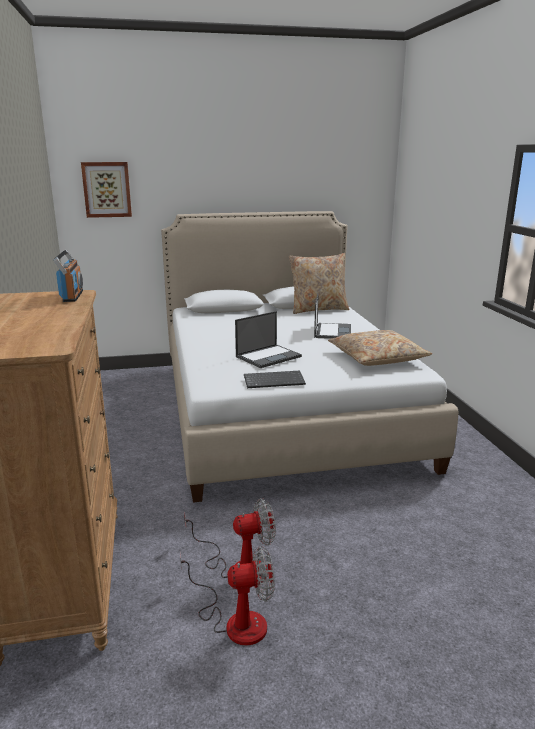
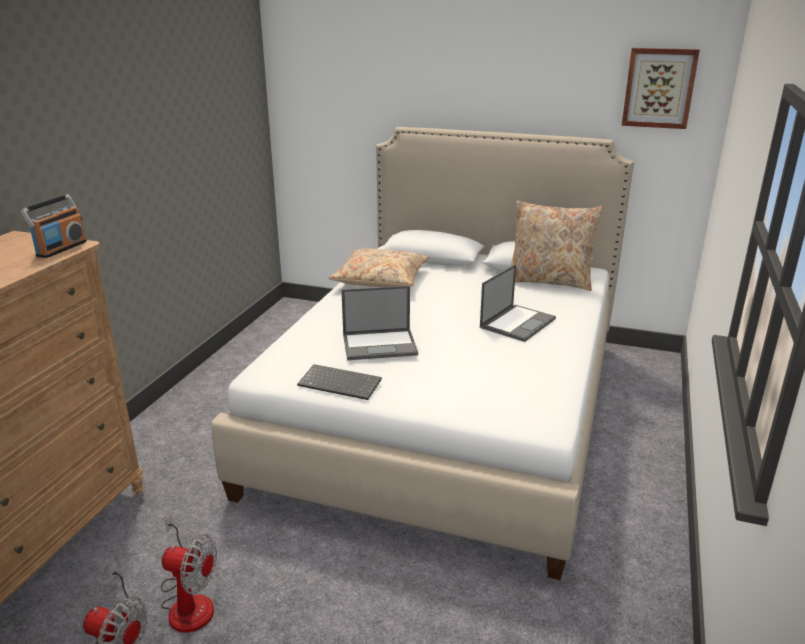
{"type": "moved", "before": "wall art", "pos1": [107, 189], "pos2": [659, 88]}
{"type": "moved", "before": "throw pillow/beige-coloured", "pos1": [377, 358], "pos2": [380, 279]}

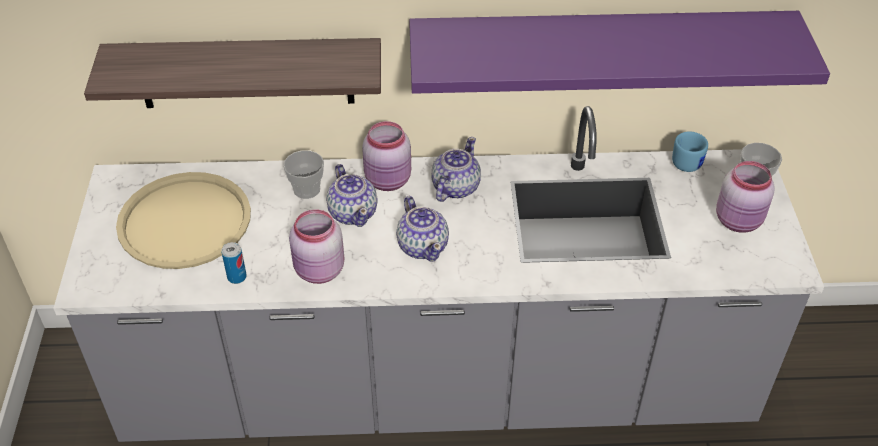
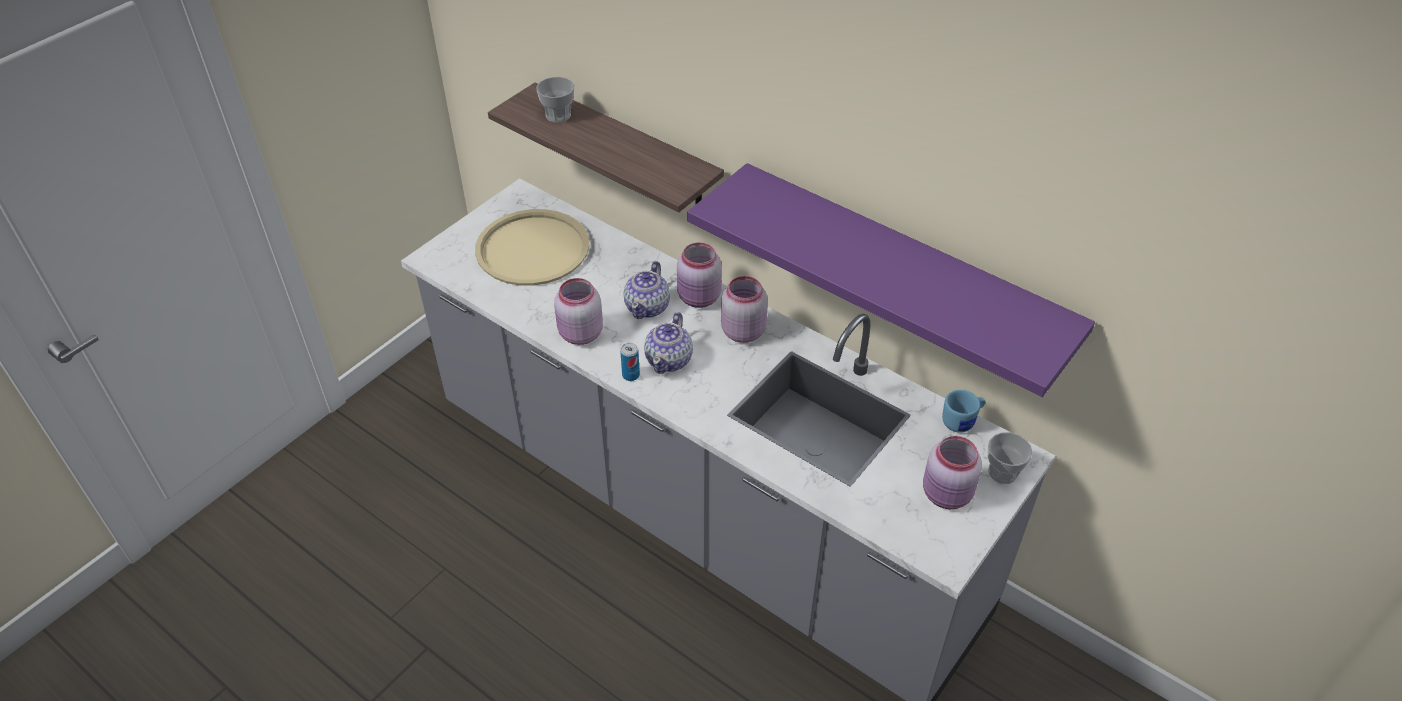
{"type": "moved", "before": "sealed can", "pos1": [237, 277], "pos2": [631, 375]}
{"type": "moved", "before": "cup", "pos1": [306, 189], "pos2": [558, 115]}
{"type": "replaced", "before": "tea pot", "after": "storage jar/pinkish", "pos1": [455, 187], "pos2": [742, 331]}

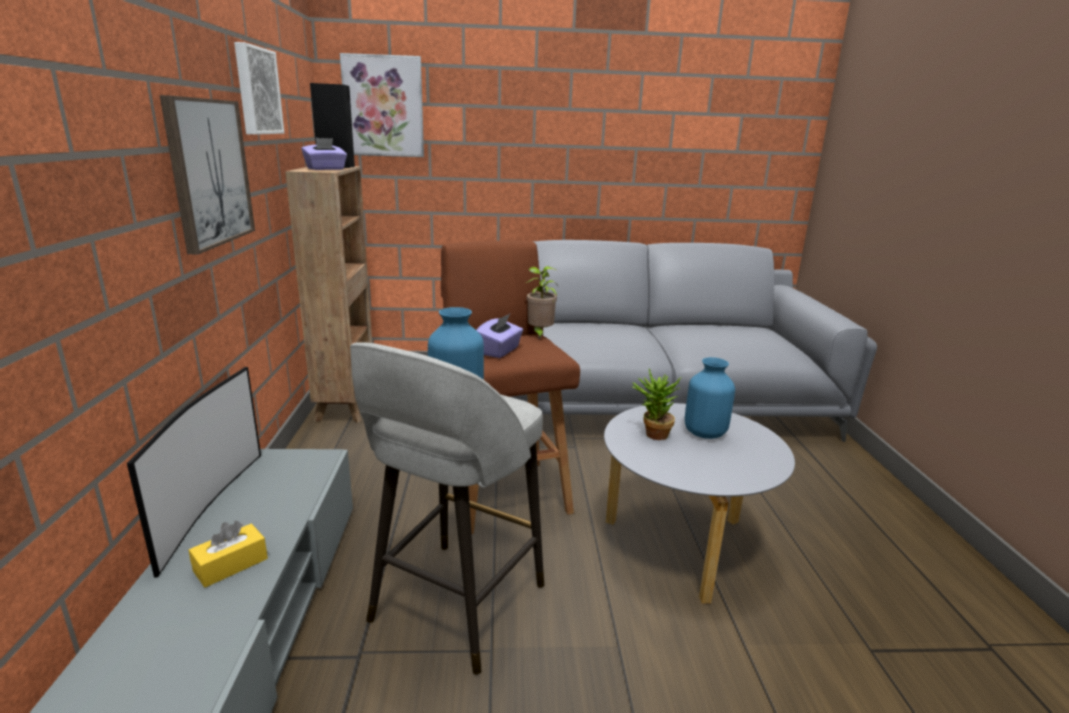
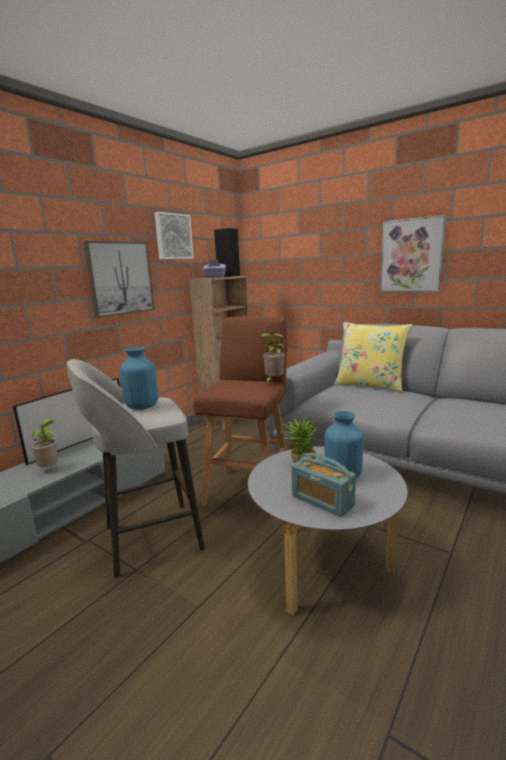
{"type": "replaced", "before": "box of tissues/yellowish", "after": "houseplant", "pos1": [231, 565], "pos2": [50, 469]}
{"type": "moved", "before": "wall art", "pos1": [383, 106], "pos2": [411, 256]}
{"type": "removed", "before": "box of tissues/purple", "pos1": [499, 351]}
{"type": "added", "after": "radio set", "pos2": [322, 501]}
{"type": "added", "after": "throw pillow/yellowish", "pos2": [370, 385]}

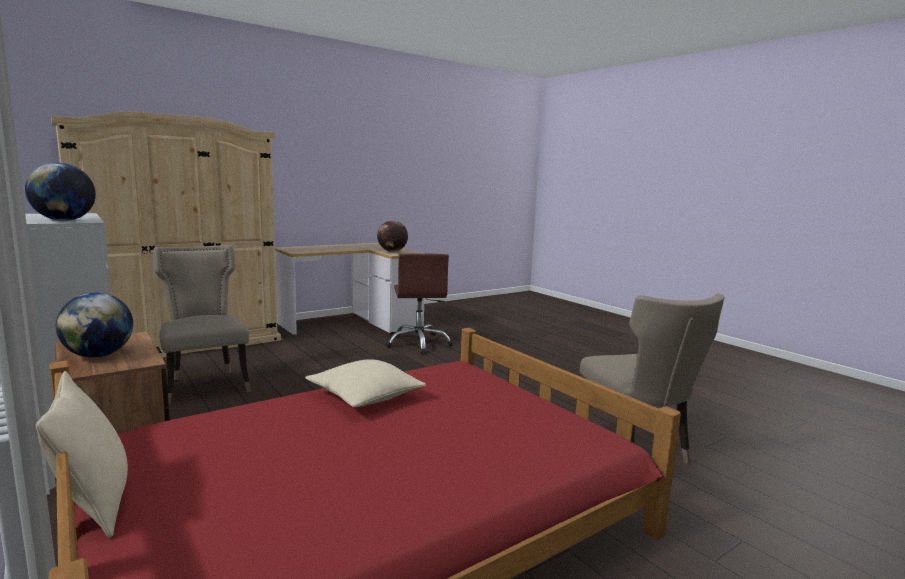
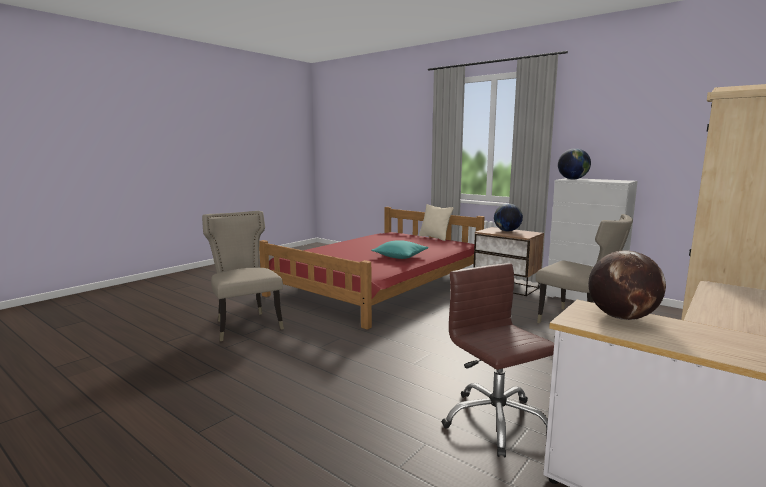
{"type": "recoloured", "before": "throw pillow/beige-coloured", "after": "throw pillow/turquoise-coloured", "pos1": [365, 396], "pos2": [400, 256]}

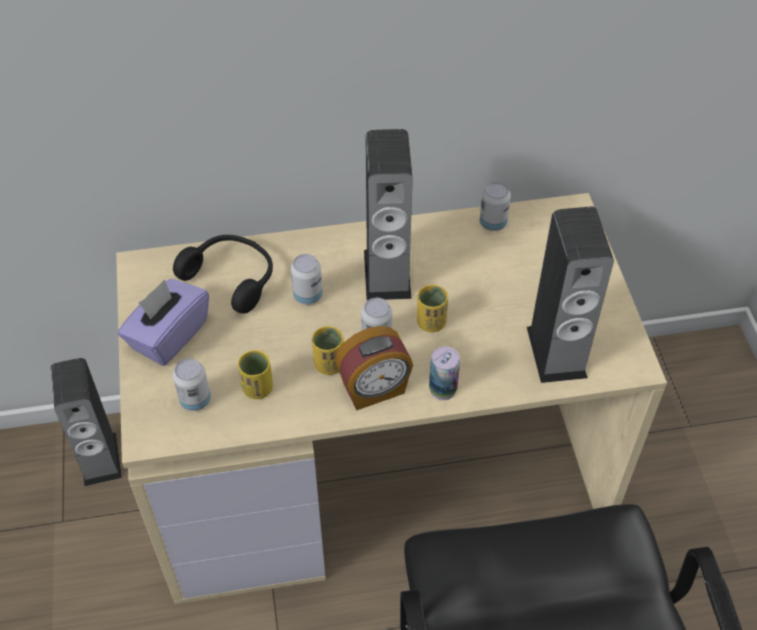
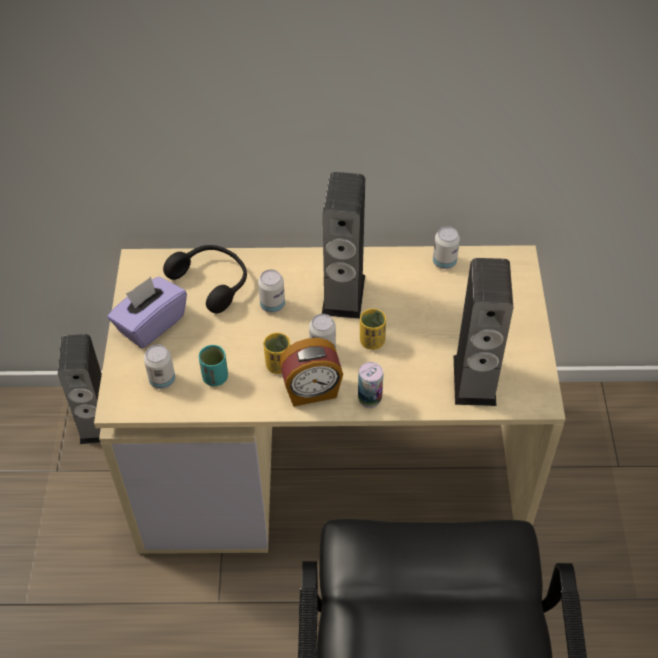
{"type": "recoloured", "before": "cup/yellowish", "after": "cup/turquoise-coloured", "pos1": [257, 388], "pos2": [215, 377]}

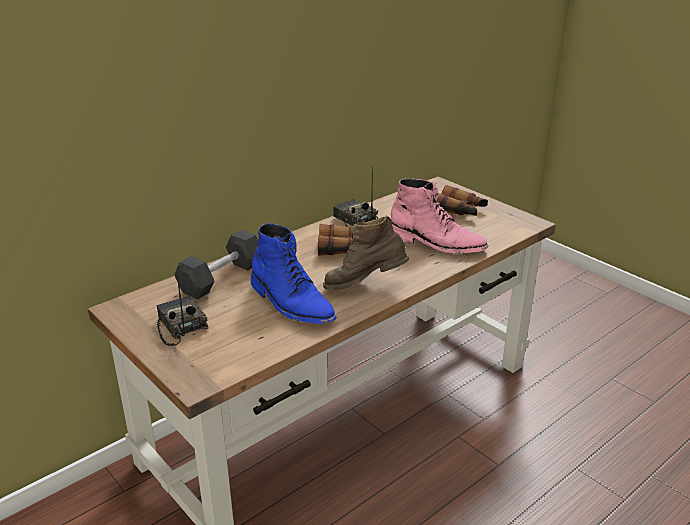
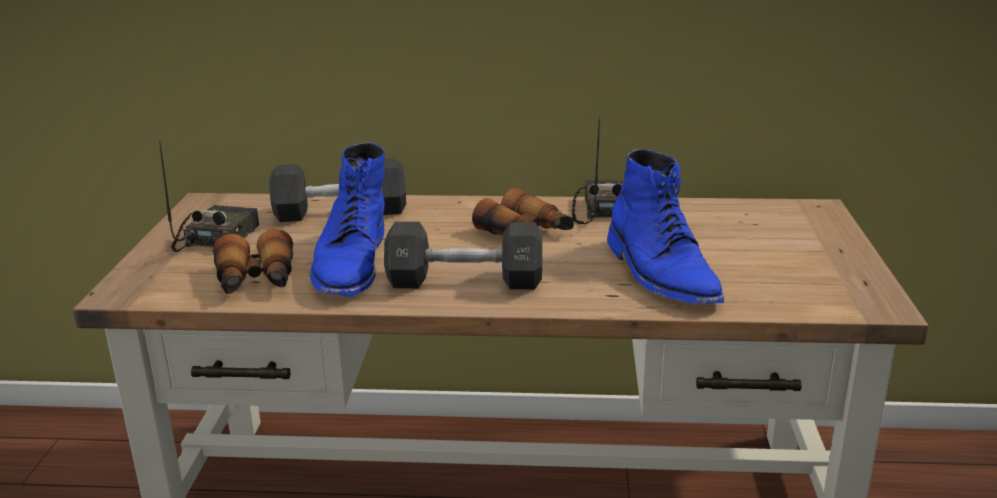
{"type": "replaced", "before": "tall boot/brown", "after": "free weight/blackish", "pos1": [364, 285], "pos2": [465, 281]}
{"type": "recoloured", "before": "tall boot/pinkish", "after": "tall boot/blue", "pos1": [436, 243], "pos2": [660, 274]}
{"type": "moved", "before": "field glasses", "pos1": [460, 211], "pos2": [256, 281]}

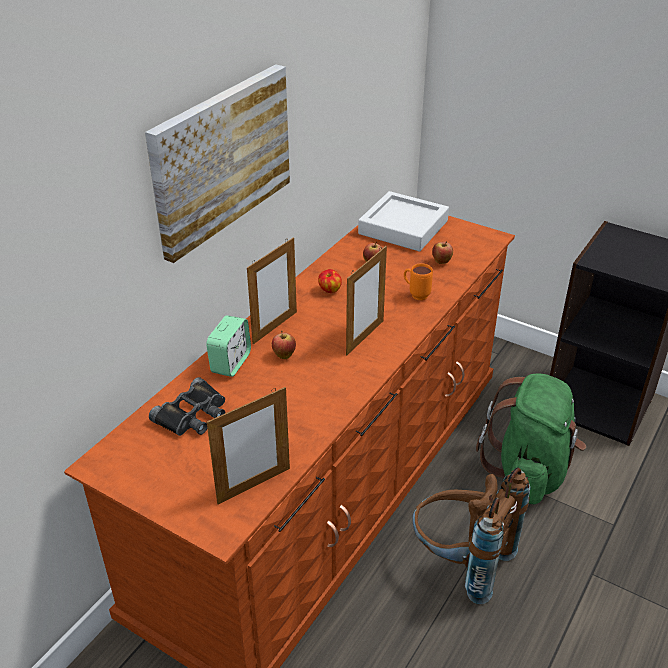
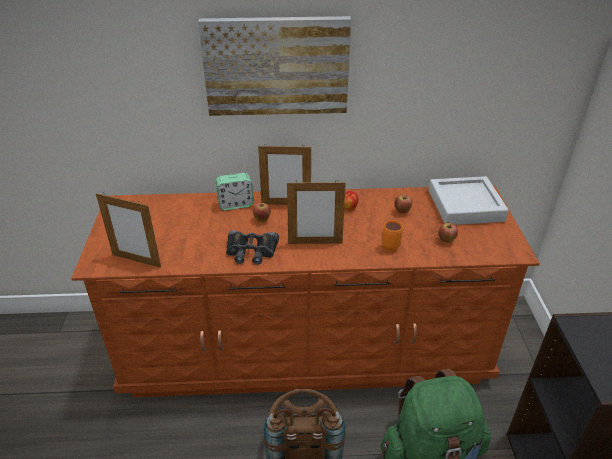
{"type": "moved", "before": "field glasses/blackish", "pos1": [193, 415], "pos2": [251, 251]}

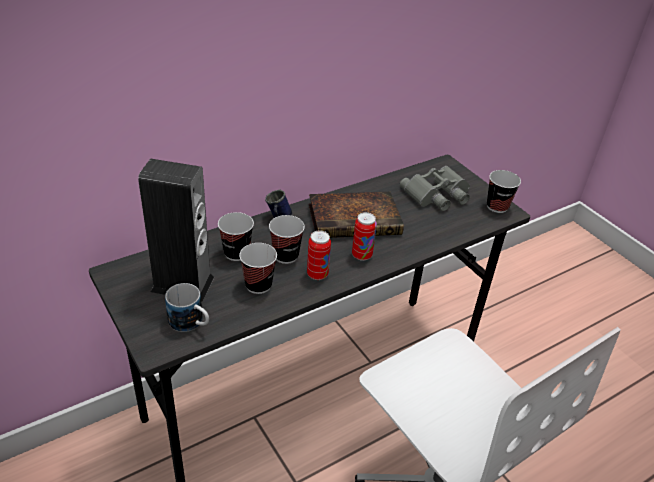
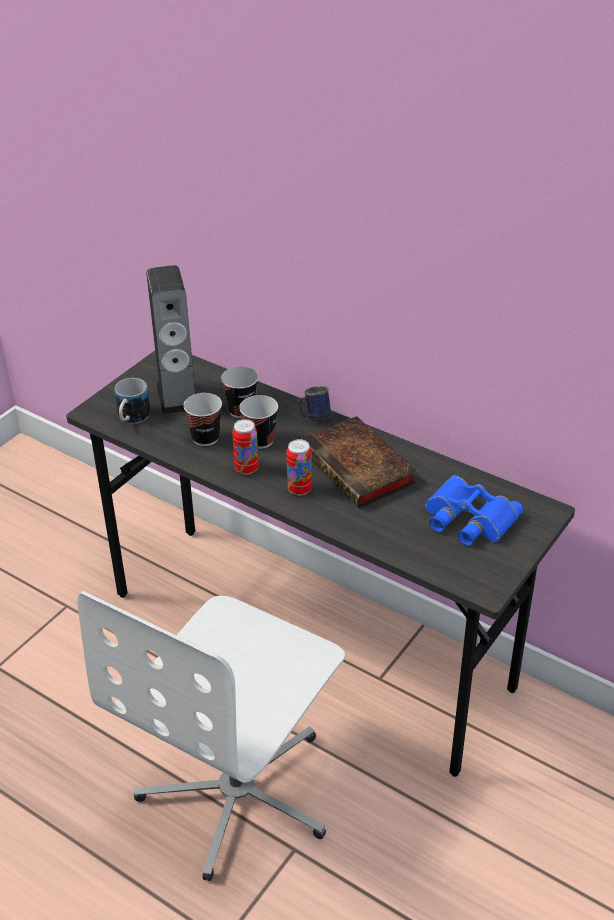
{"type": "recoloured", "before": "field glasses/gray", "after": "field glasses/blue", "pos1": [438, 194], "pos2": [467, 519]}
{"type": "removed", "before": "cup", "pos1": [497, 206]}

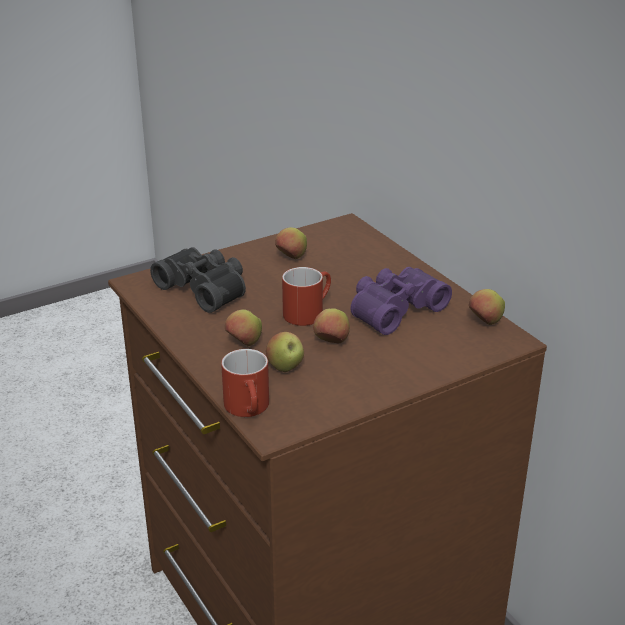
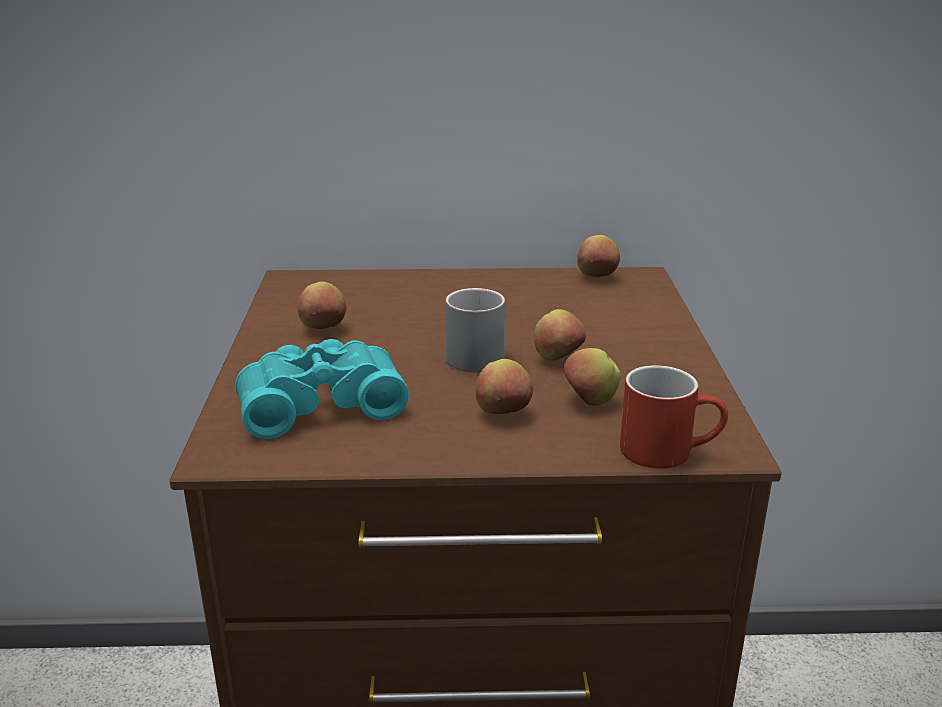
{"type": "recoloured", "before": "field glasses/blackish", "after": "field glasses/turquoise-coloured", "pos1": [205, 288], "pos2": [320, 404]}
{"type": "recoloured", "before": "coffee mug/red-coloured", "after": "coffee mug/gray", "pos1": [307, 312], "pos2": [470, 354]}
{"type": "removed", "before": "field glasses/purple", "pos1": [394, 309]}

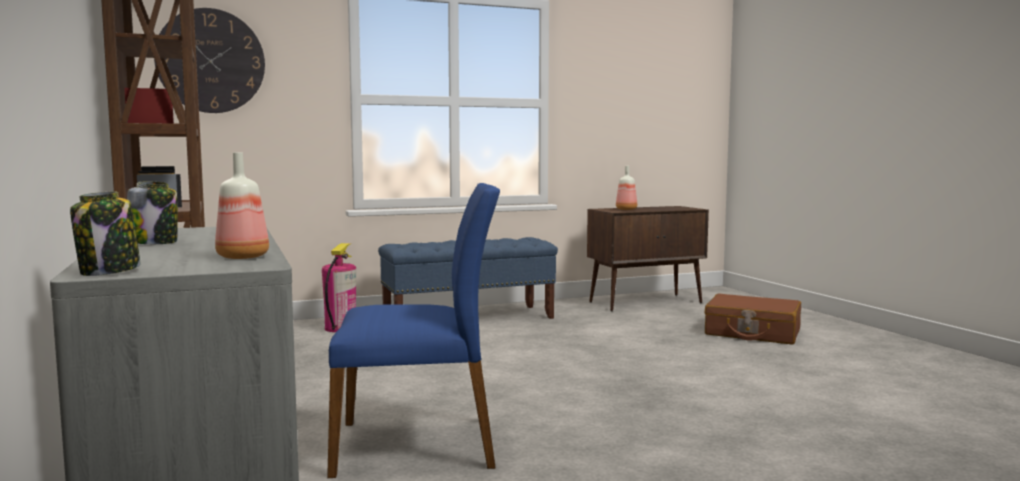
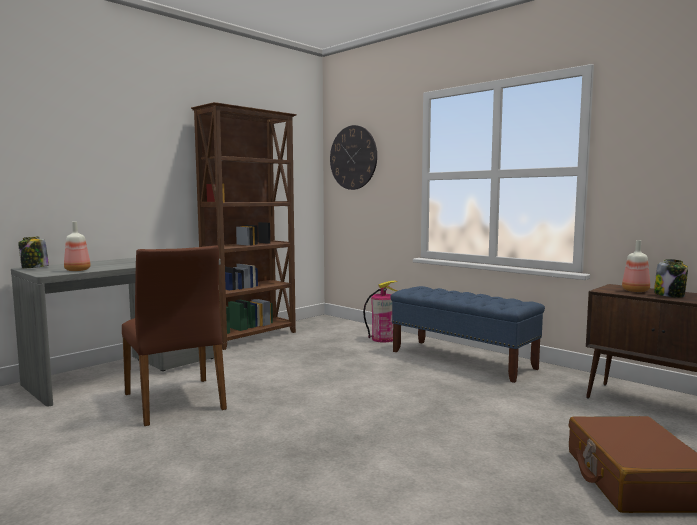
{"type": "moved", "before": "storage jar", "pos1": [154, 242], "pos2": [669, 295]}
{"type": "recoloured", "before": "chair/blue", "after": "chair/brown", "pos1": [418, 445], "pos2": [176, 401]}

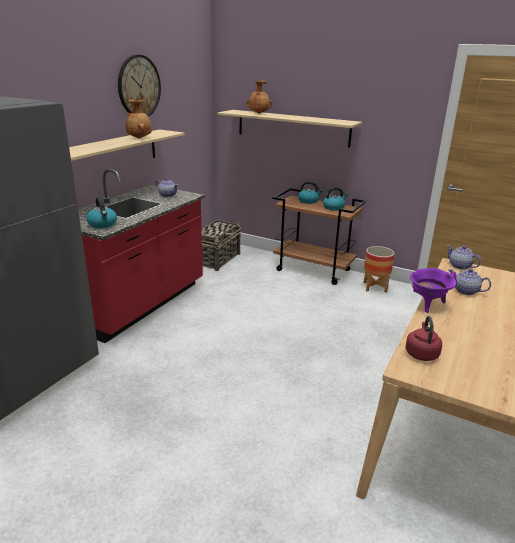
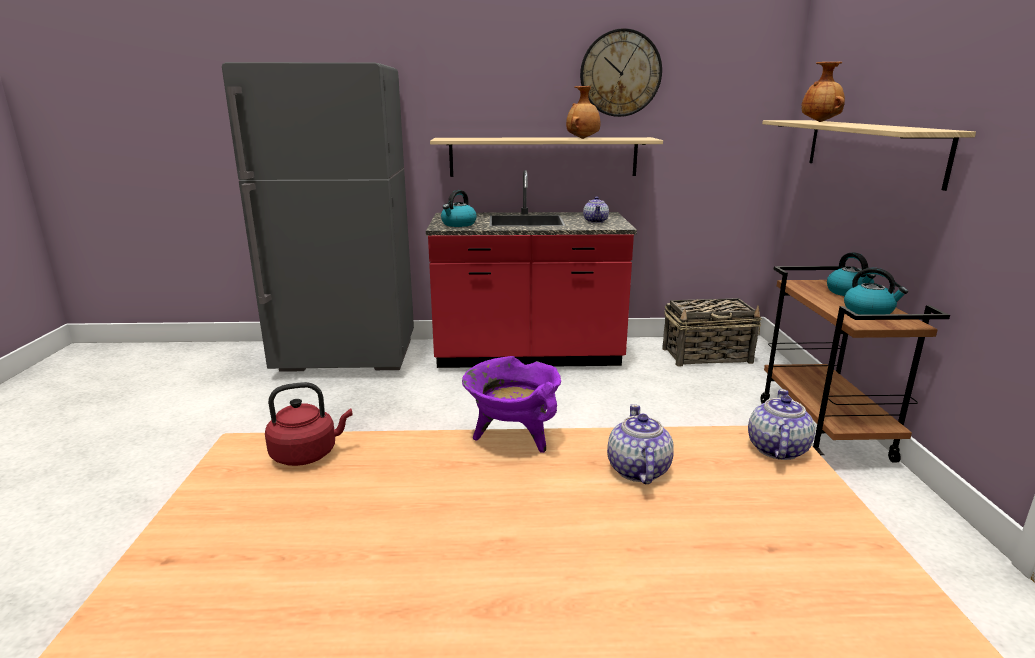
{"type": "removed", "before": "plant pot", "pos1": [375, 287]}

